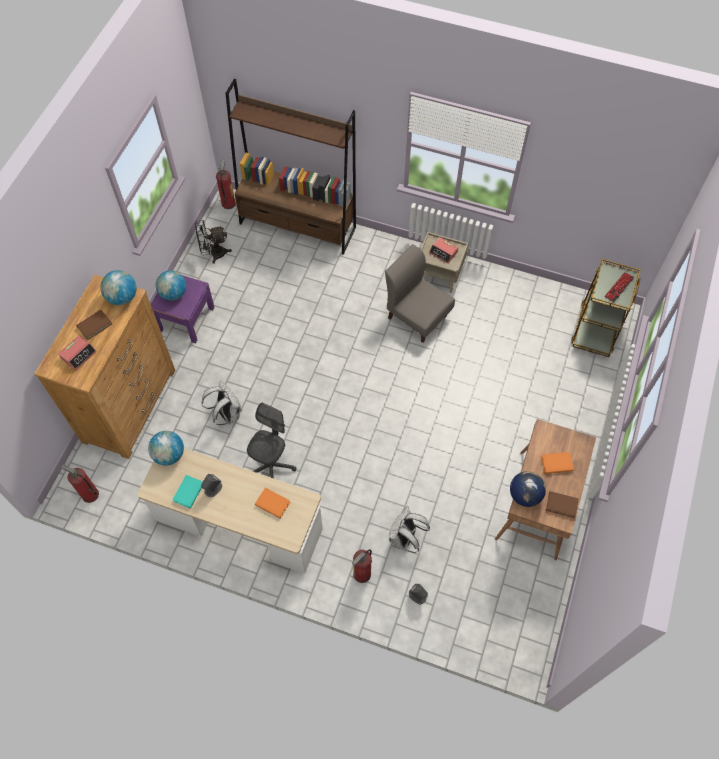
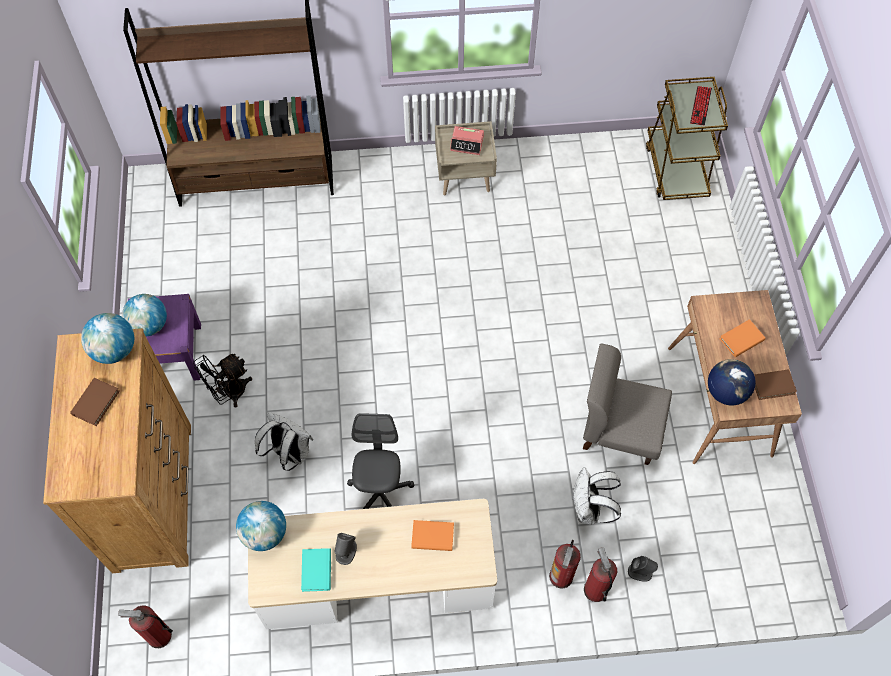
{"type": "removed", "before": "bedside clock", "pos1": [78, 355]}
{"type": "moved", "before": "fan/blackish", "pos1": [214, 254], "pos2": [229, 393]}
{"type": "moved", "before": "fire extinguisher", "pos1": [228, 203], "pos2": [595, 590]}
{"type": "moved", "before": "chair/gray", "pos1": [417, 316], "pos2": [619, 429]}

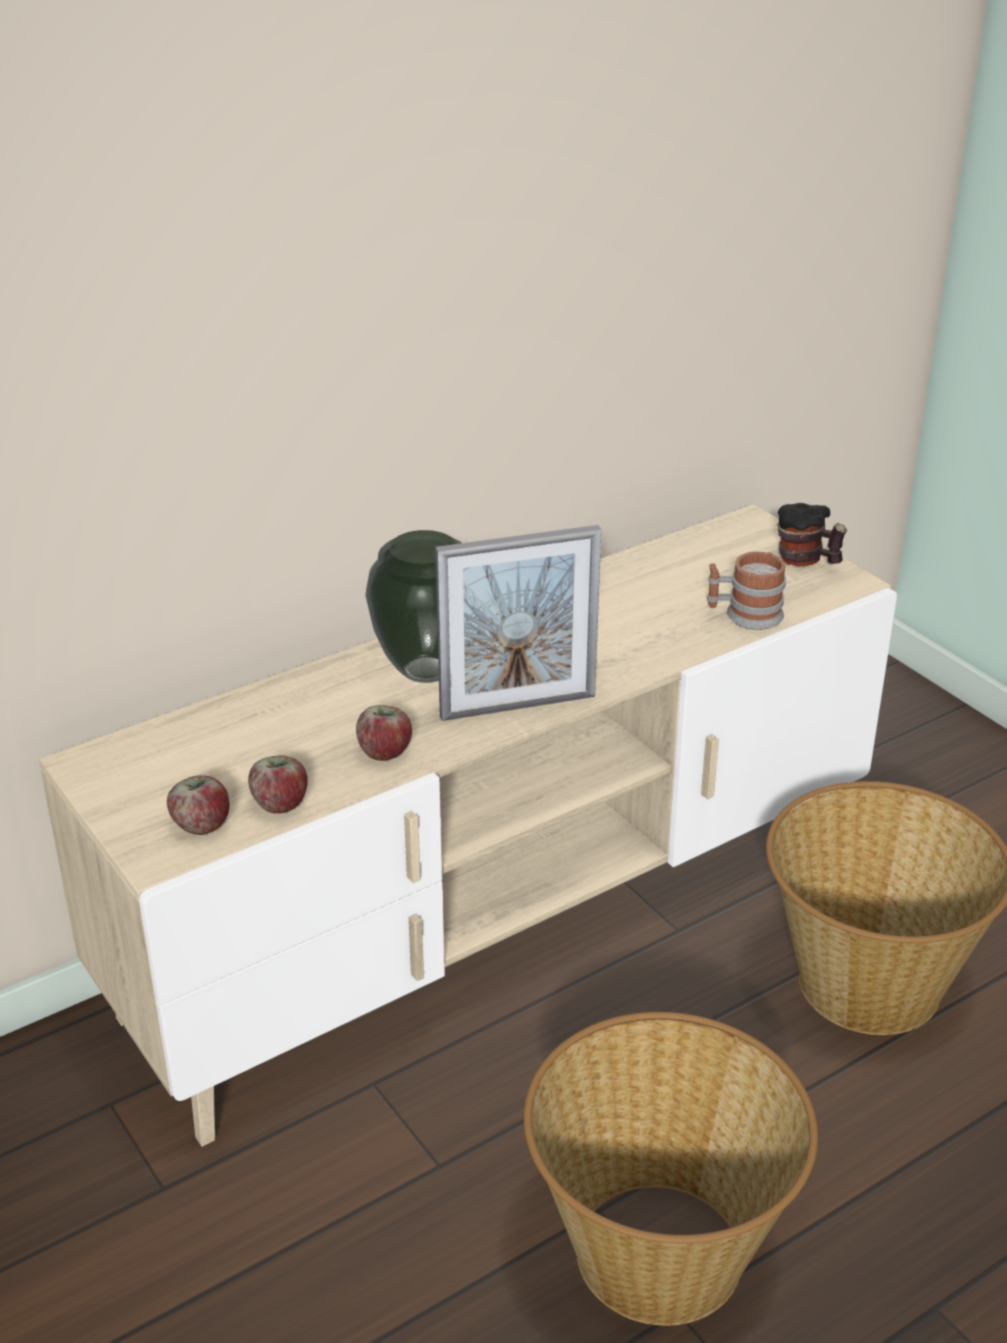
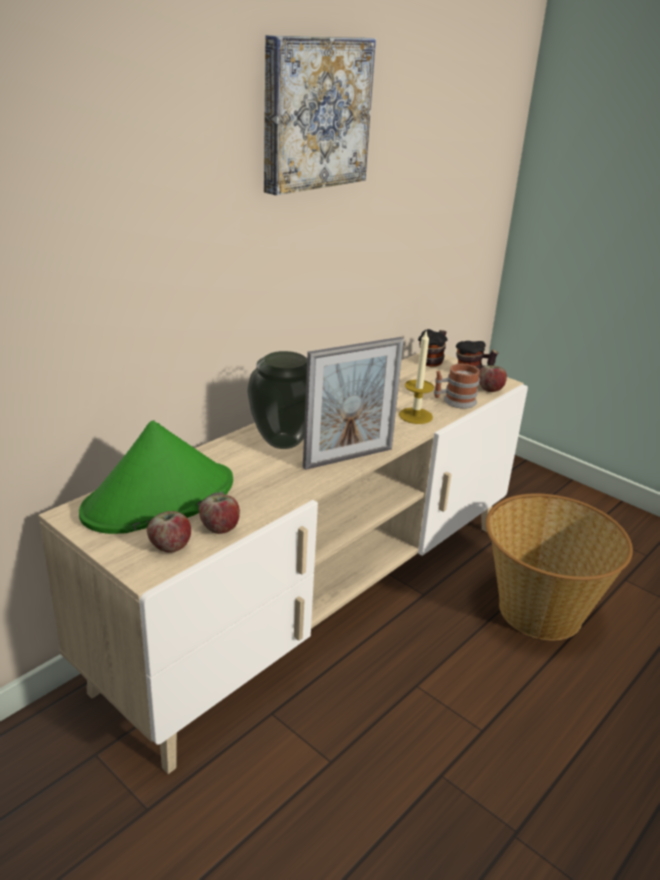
{"type": "moved", "before": "apple fruit", "pos1": [385, 752], "pos2": [490, 389]}
{"type": "removed", "before": "storage basket", "pos1": [659, 1249]}
{"type": "added", "after": "clothing hat/green", "pos2": [159, 499]}
{"type": "added", "after": "wall art", "pos2": [314, 113]}
{"type": "added", "after": "wax light", "pos2": [415, 416]}
{"type": "added", "after": "coffee mug", "pos2": [432, 361]}

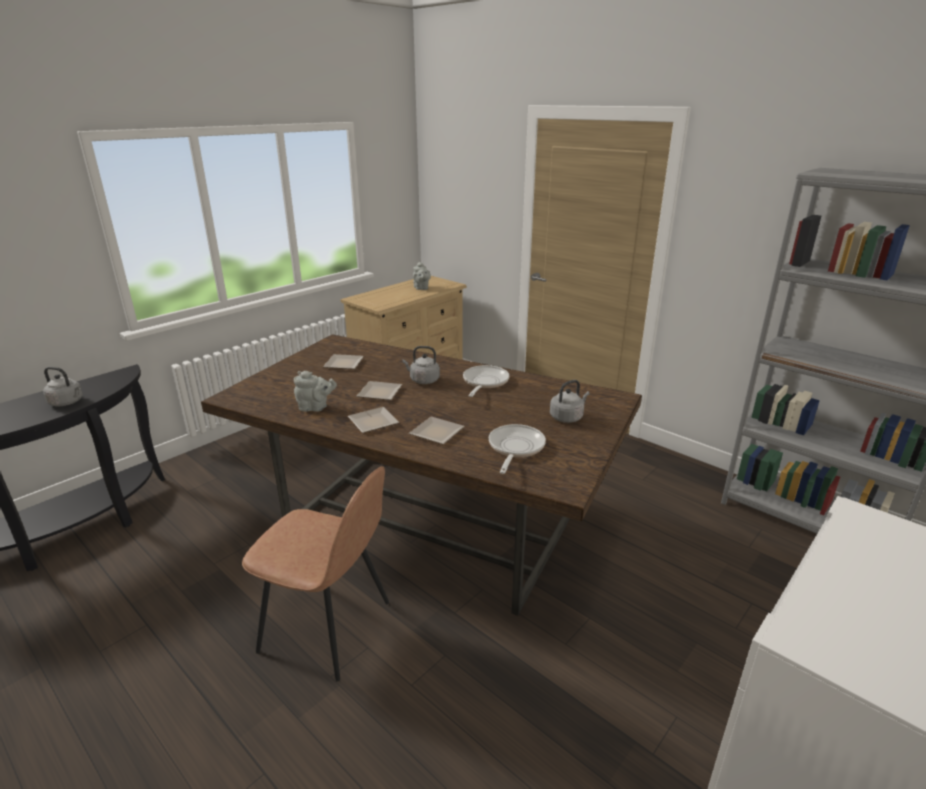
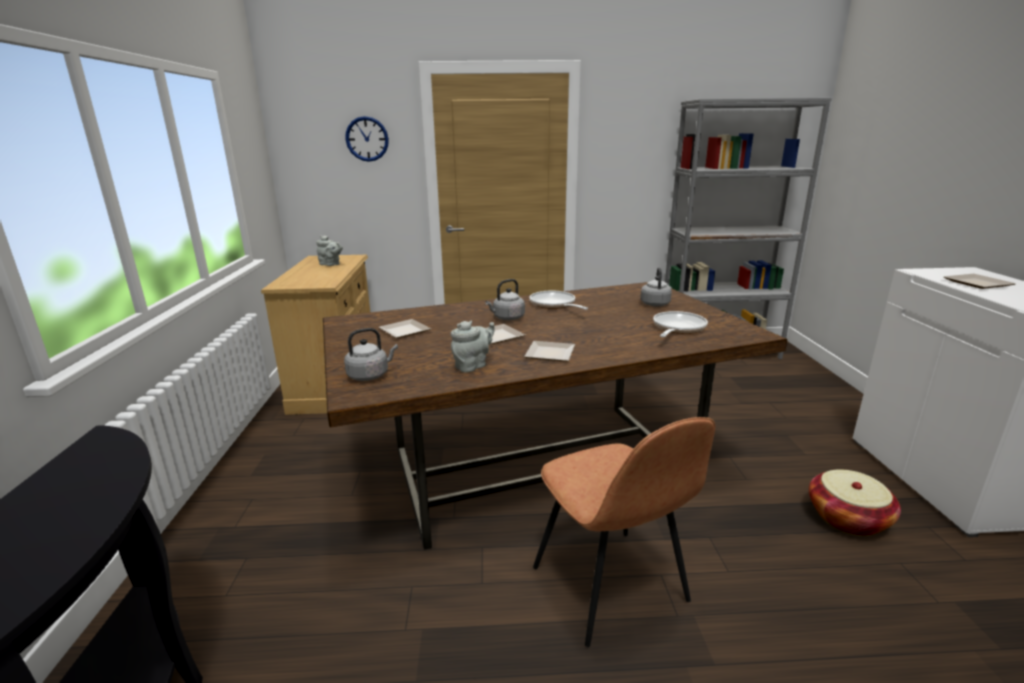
{"type": "moved", "before": "water kettle/gray", "pos1": [67, 402], "pos2": [370, 375]}
{"type": "turned", "before": "chair/brown", "pos1": [328, 628], "pos2": [611, 587], "turn": 90}
{"type": "moved", "before": "dinner plate", "pos1": [437, 434], "pos2": [980, 284]}
{"type": "turned", "before": "frying pan", "pos1": [515, 448], "pos2": [677, 328], "turn": 60}
{"type": "added", "after": "wall clock", "pos2": [367, 139]}
{"type": "added", "after": "storage basket", "pos2": [847, 518]}

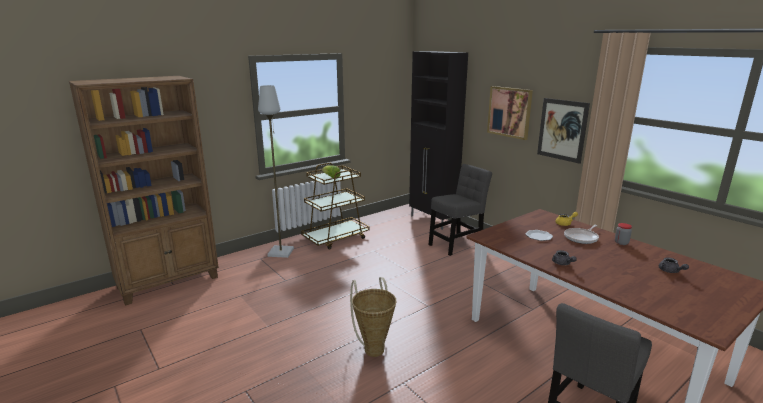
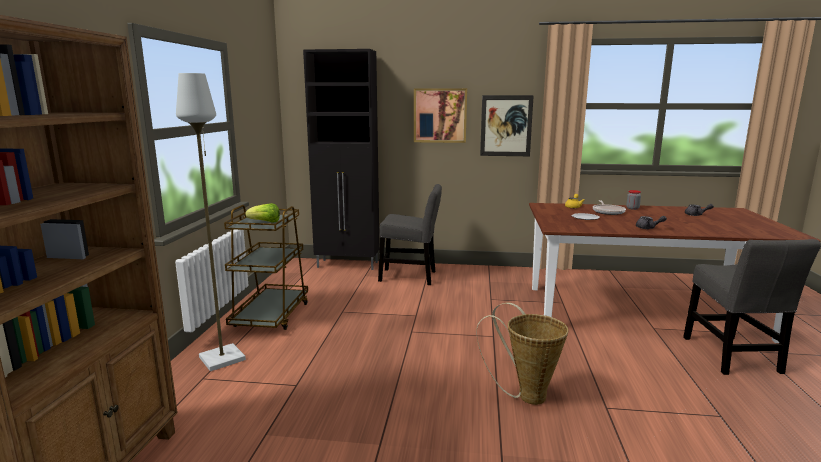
{"type": "turned", "before": "chair/gray", "pos1": [457, 244], "pos2": [411, 277], "turn": 90}

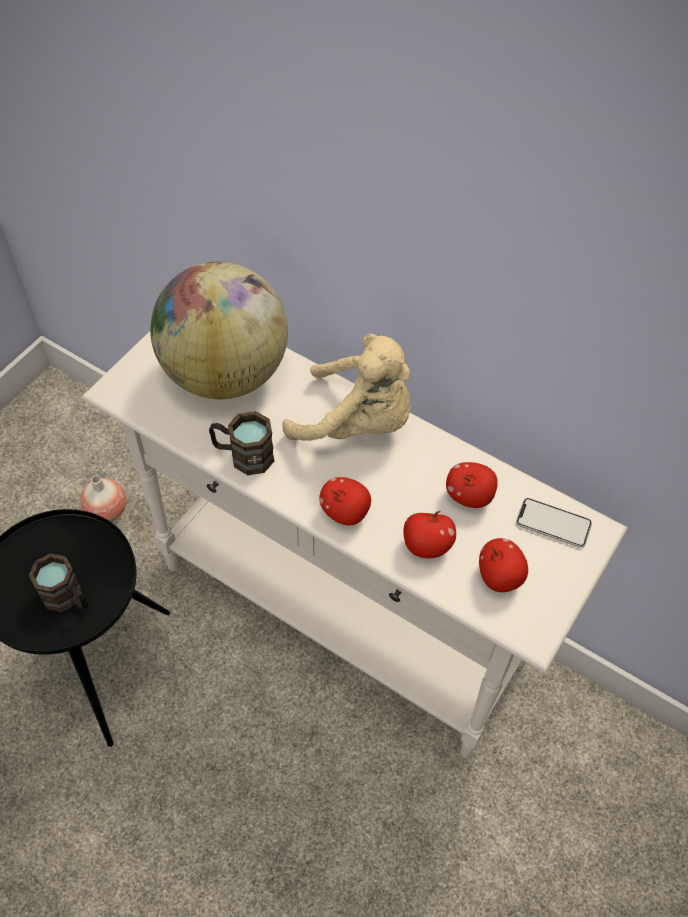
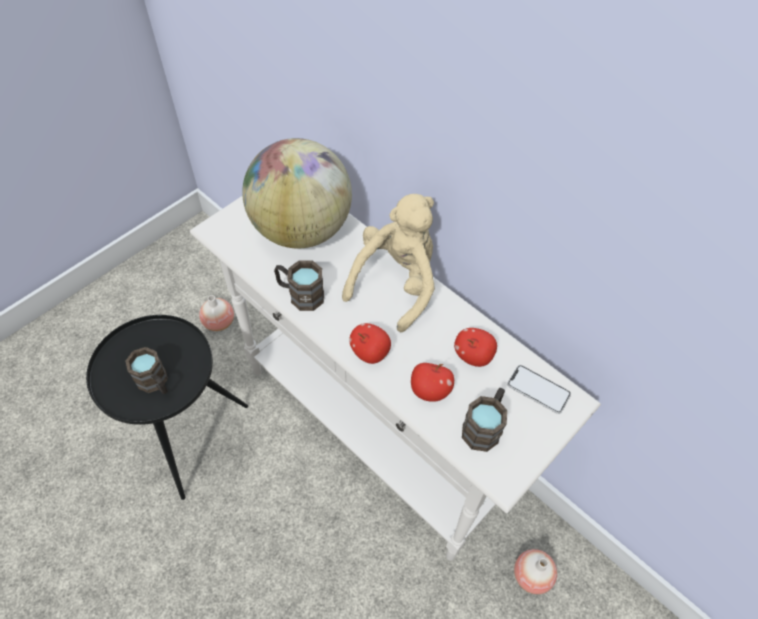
{"type": "turned", "before": "plush toy/beige-coloured", "pos1": [358, 422], "pos2": [396, 283], "turn": -90}
{"type": "replaced", "before": "apple fruit", "after": "coffee mug/brown", "pos1": [499, 577], "pos2": [484, 426]}
{"type": "added", "after": "vase", "pos2": [531, 575]}

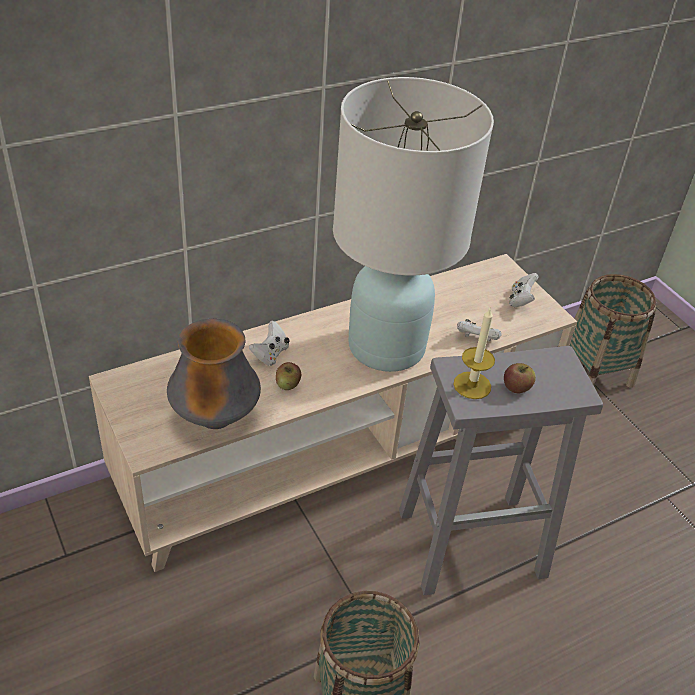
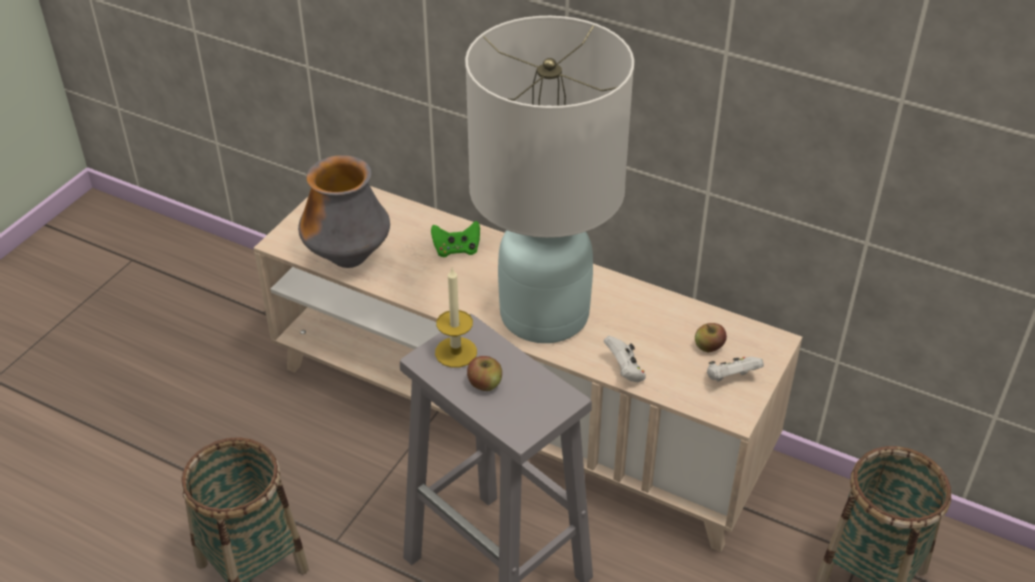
{"type": "recoloured", "before": "gamepad/white-coloured", "after": "gamepad/green", "pos1": [270, 354], "pos2": [456, 250]}
{"type": "moved", "before": "apple fruit", "pos1": [288, 384], "pos2": [709, 347]}

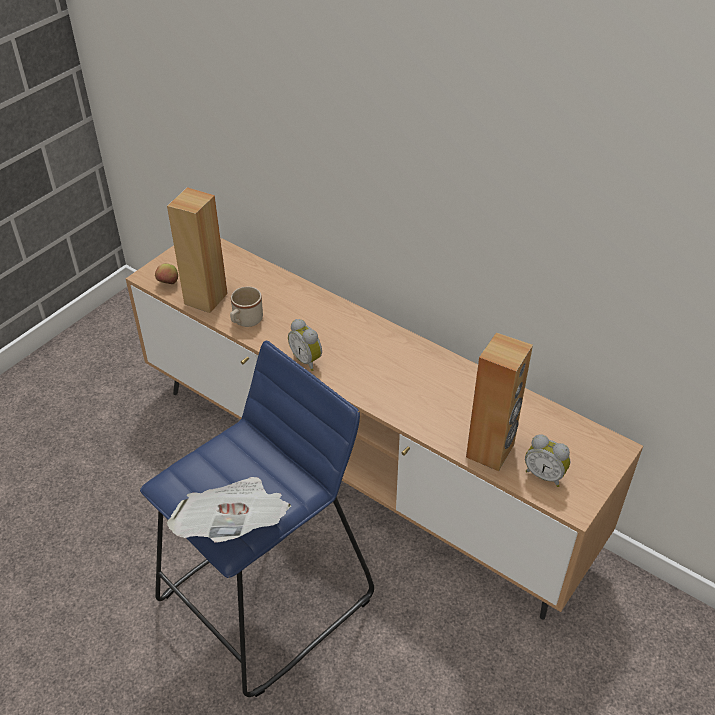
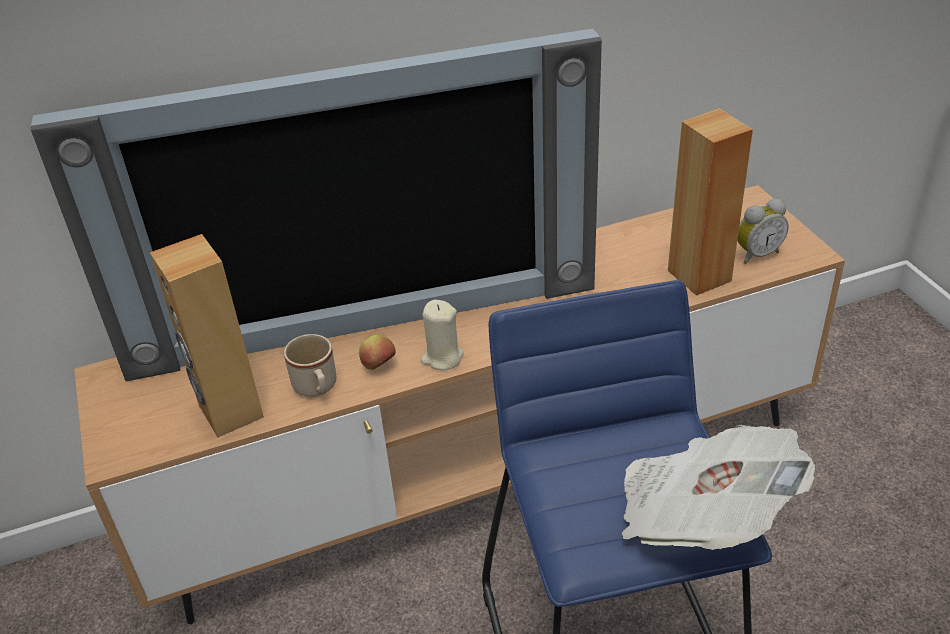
{"type": "moved", "before": "apple fruit", "pos1": [168, 283], "pos2": [379, 366]}
{"type": "replaced", "before": "bedside clock", "after": "wax light/beige-coloured", "pos1": [307, 360], "pos2": [442, 357]}
{"type": "added", "after": "television", "pos2": [363, 315]}

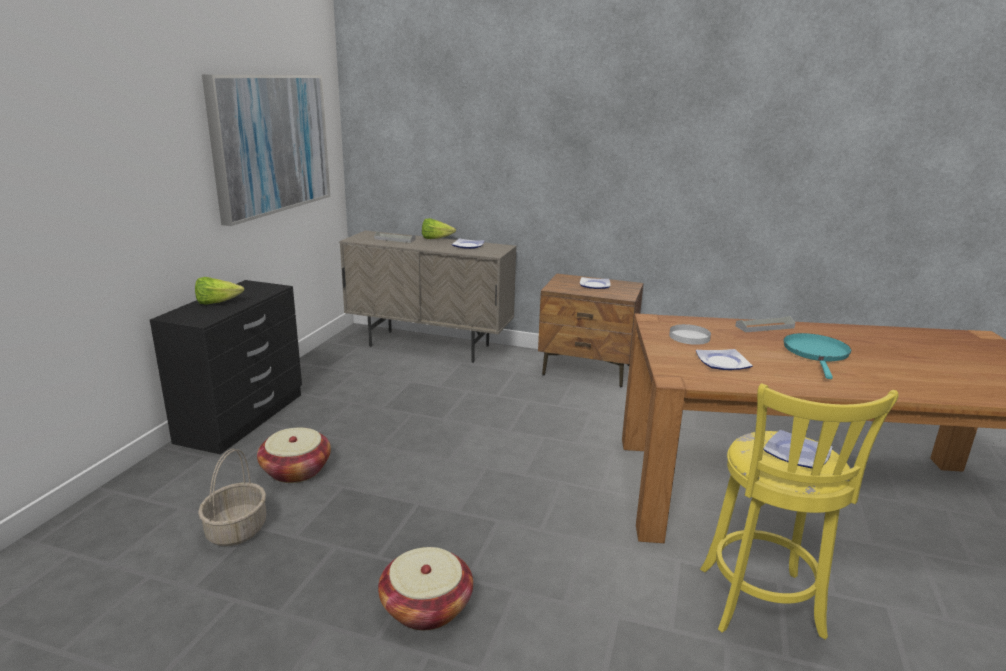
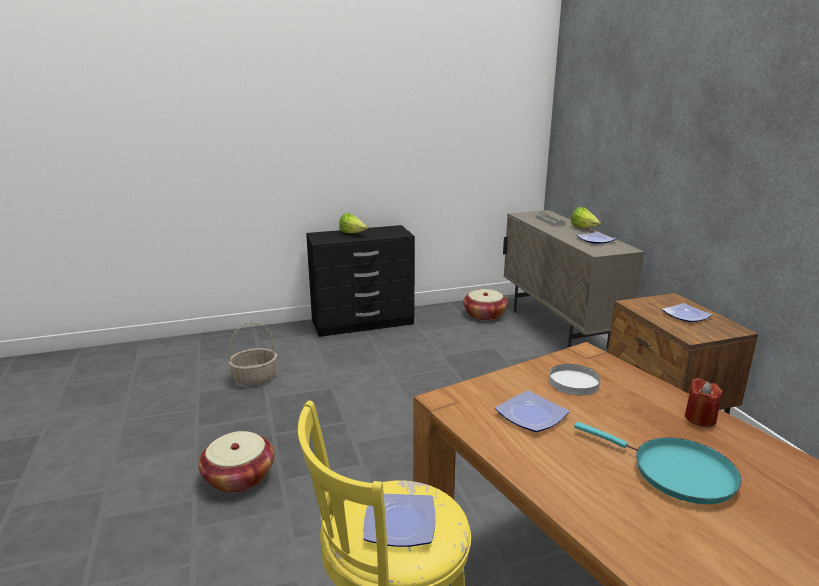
{"type": "removed", "before": "wall art", "pos1": [270, 144]}
{"type": "moved", "before": "storage basket", "pos1": [296, 470], "pos2": [484, 315]}
{"type": "replaced", "before": "serving tray/gray", "after": "wax light/red-coloured", "pos1": [764, 327], "pos2": [700, 418]}
{"type": "turned", "before": "frying pan/turquoise-coloured", "pos1": [816, 353], "pos2": [676, 472], "turn": 60}

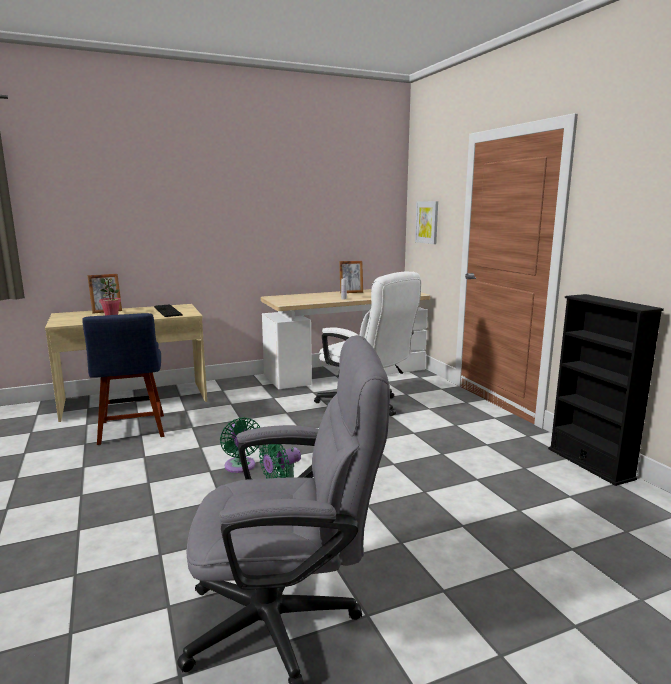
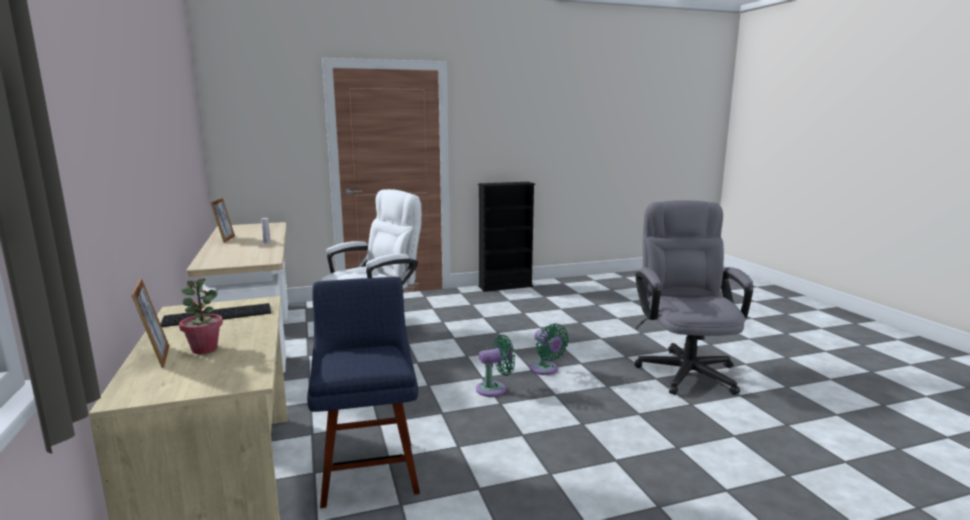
{"type": "turned", "before": "chair/blue", "pos1": [132, 430], "pos2": [369, 468], "turn": -90}
{"type": "removed", "before": "wall art", "pos1": [427, 222]}

